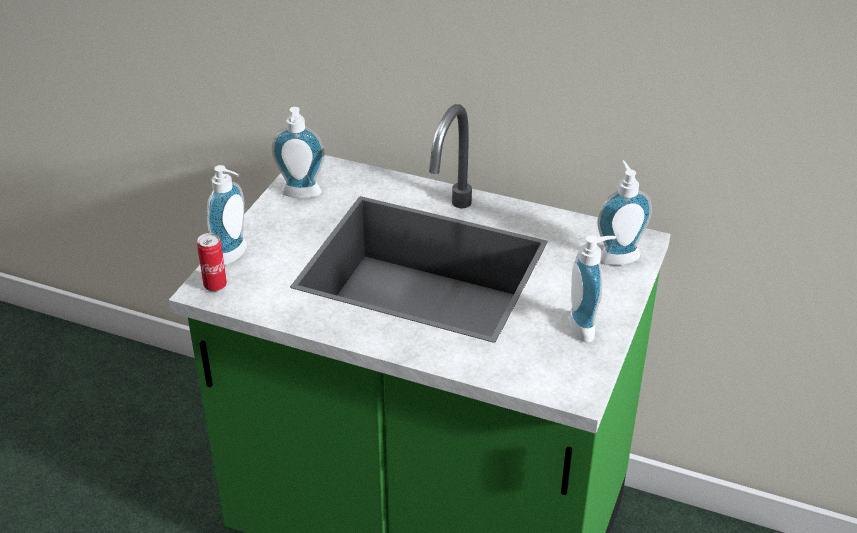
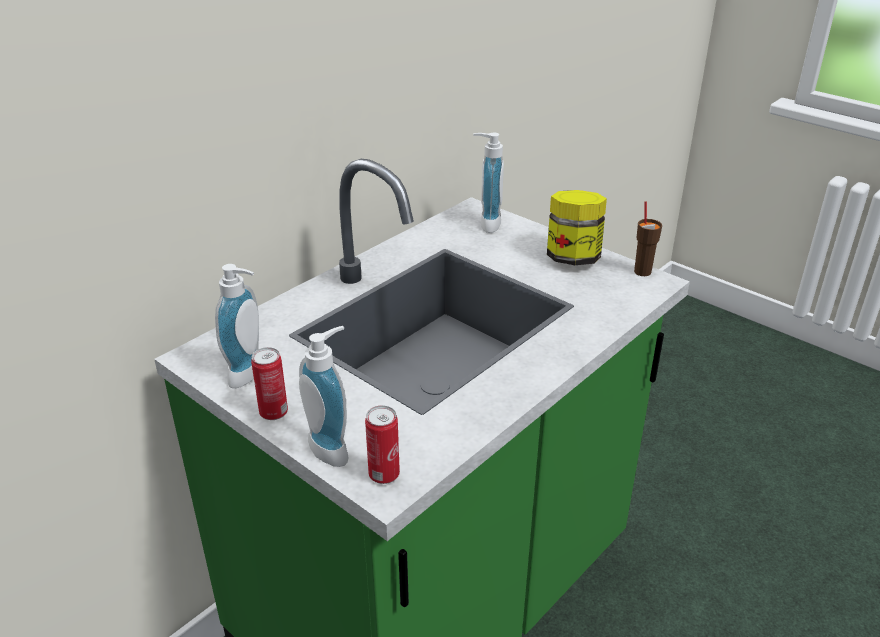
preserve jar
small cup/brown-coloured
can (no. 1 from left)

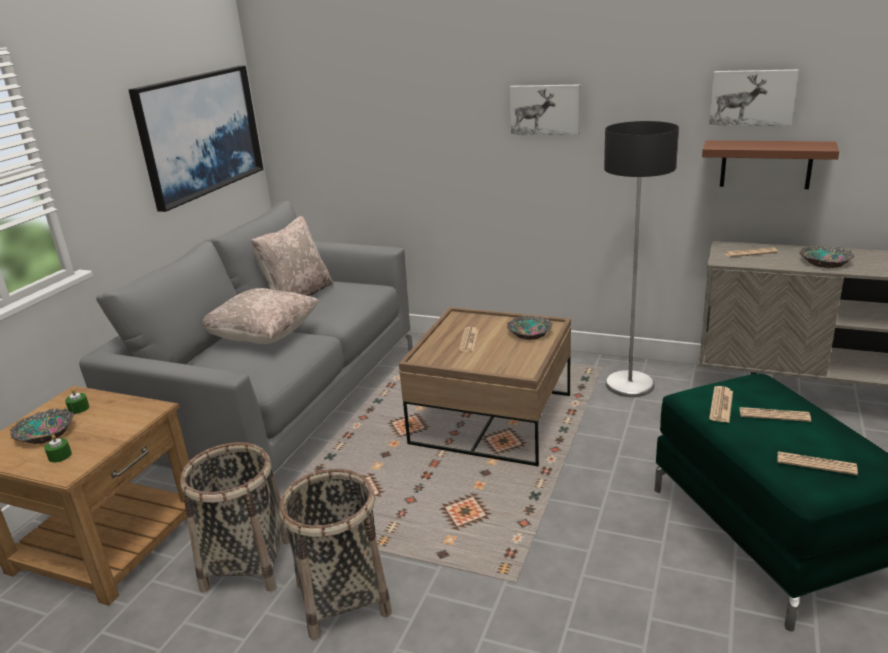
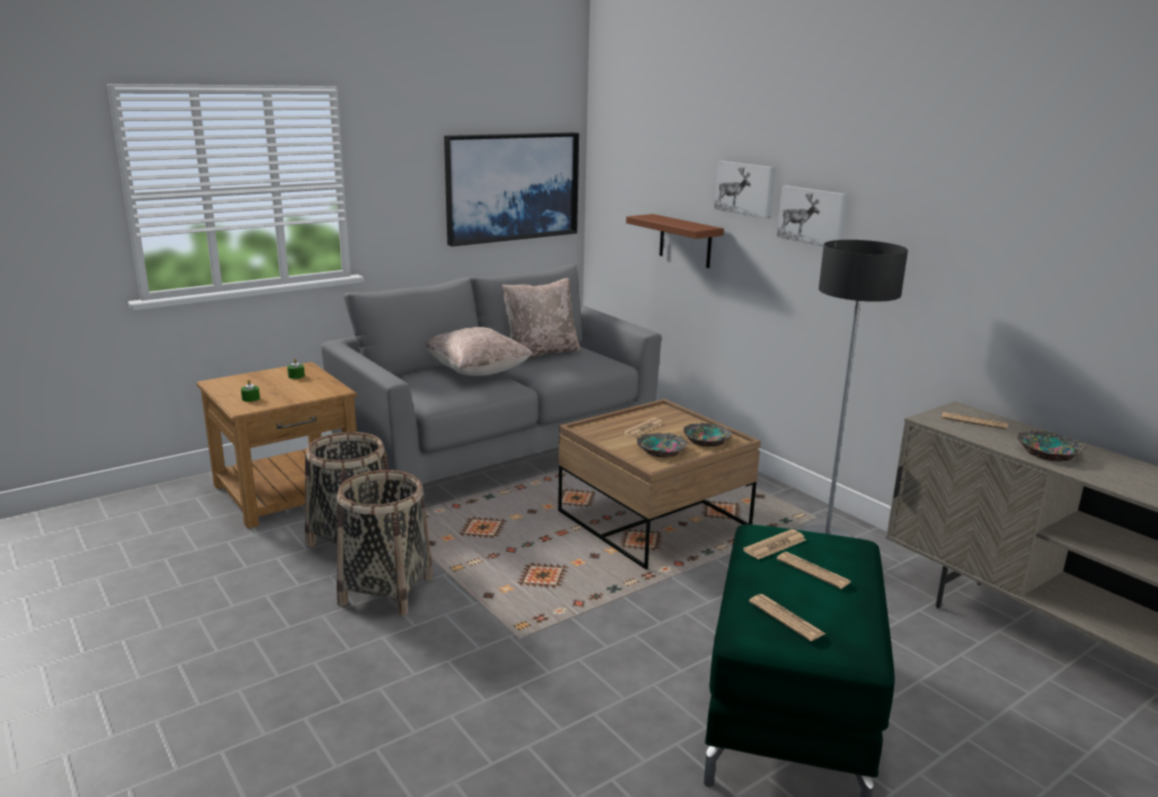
picture (no. 2 from left)
shelf/brown-coloured
deep dish (no. 1 from left)

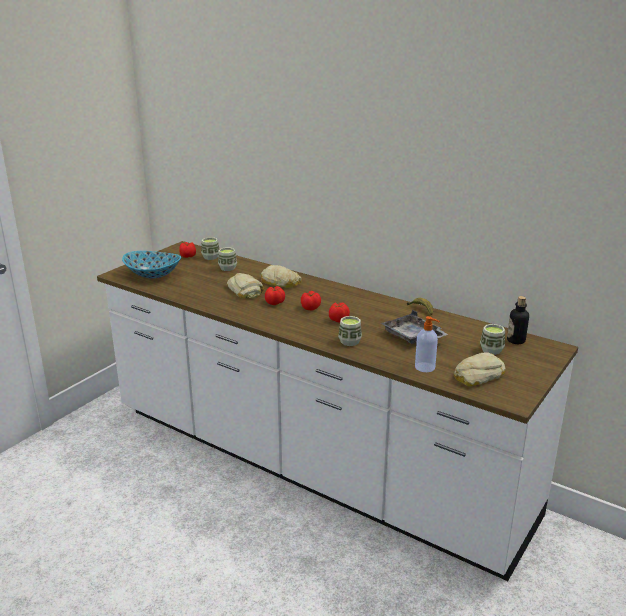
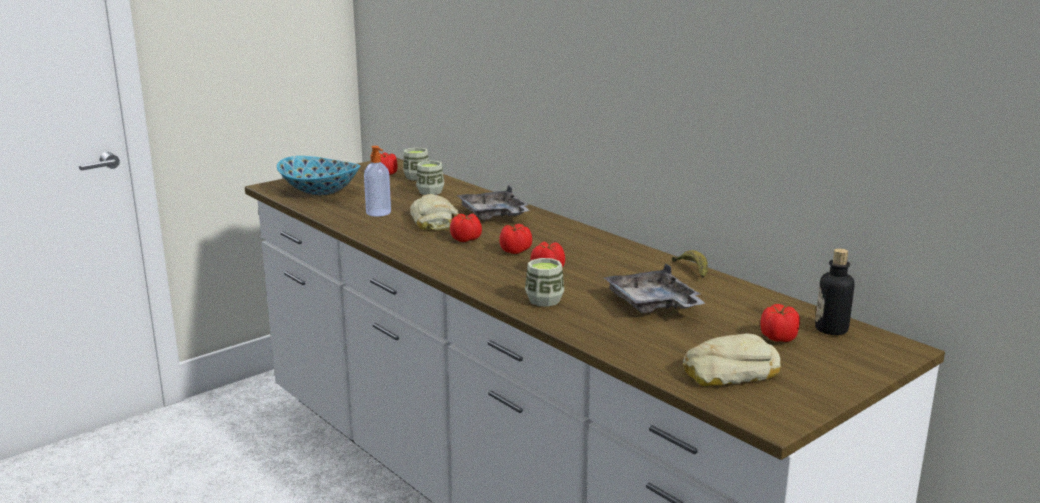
carrying tray/grey (no. 1 from left)
soap dispenser
whole tomato (no. 5 from left)

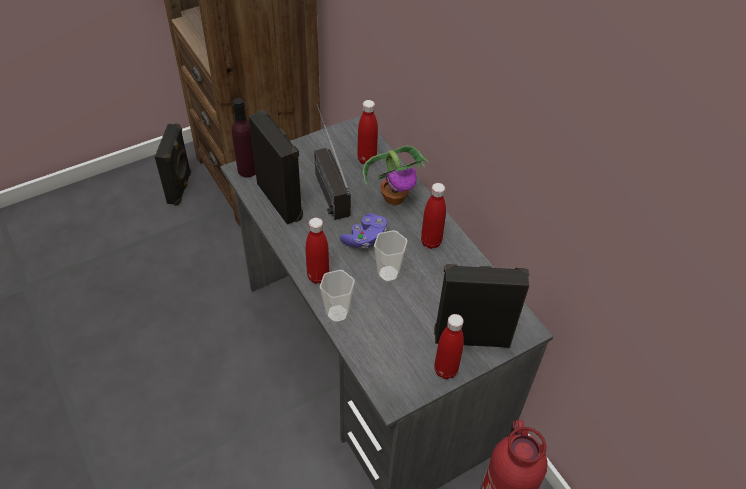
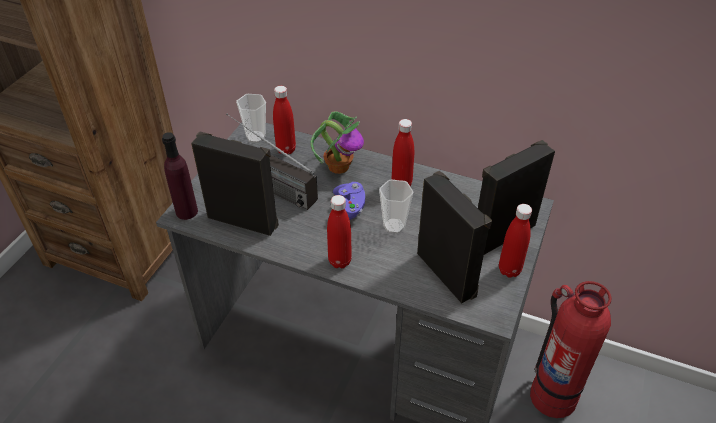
audio speaker/black (no. 2 from left)
small cup (no. 1 from left)

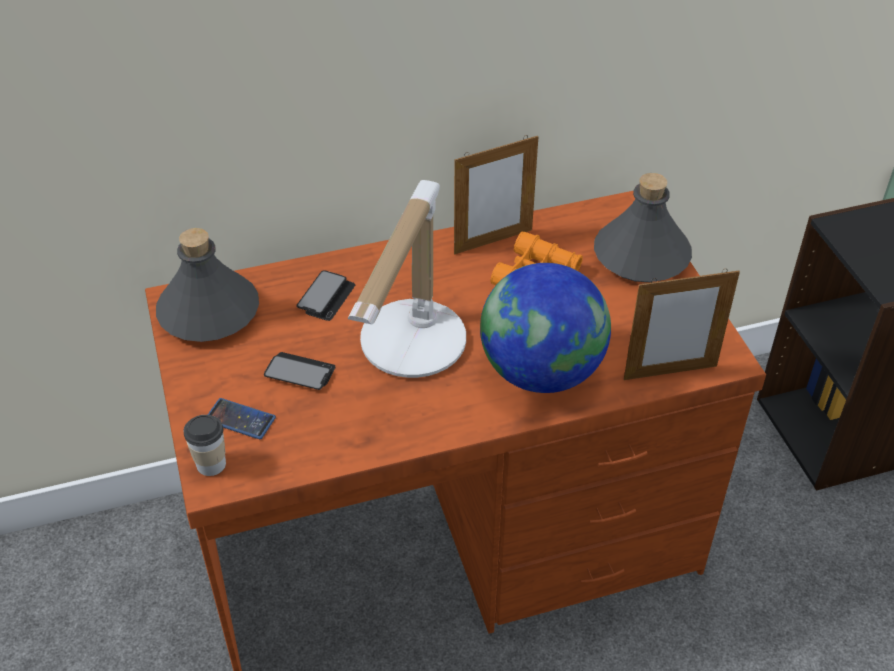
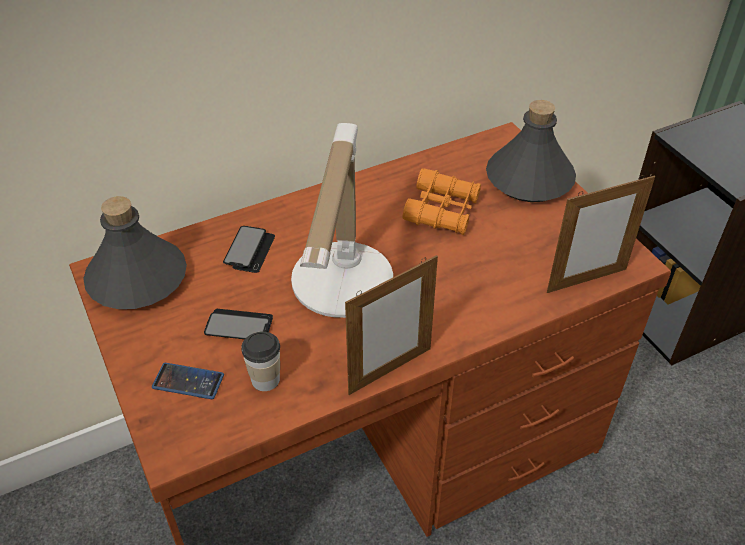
standing frame (no. 1 from left)
globe
small cup

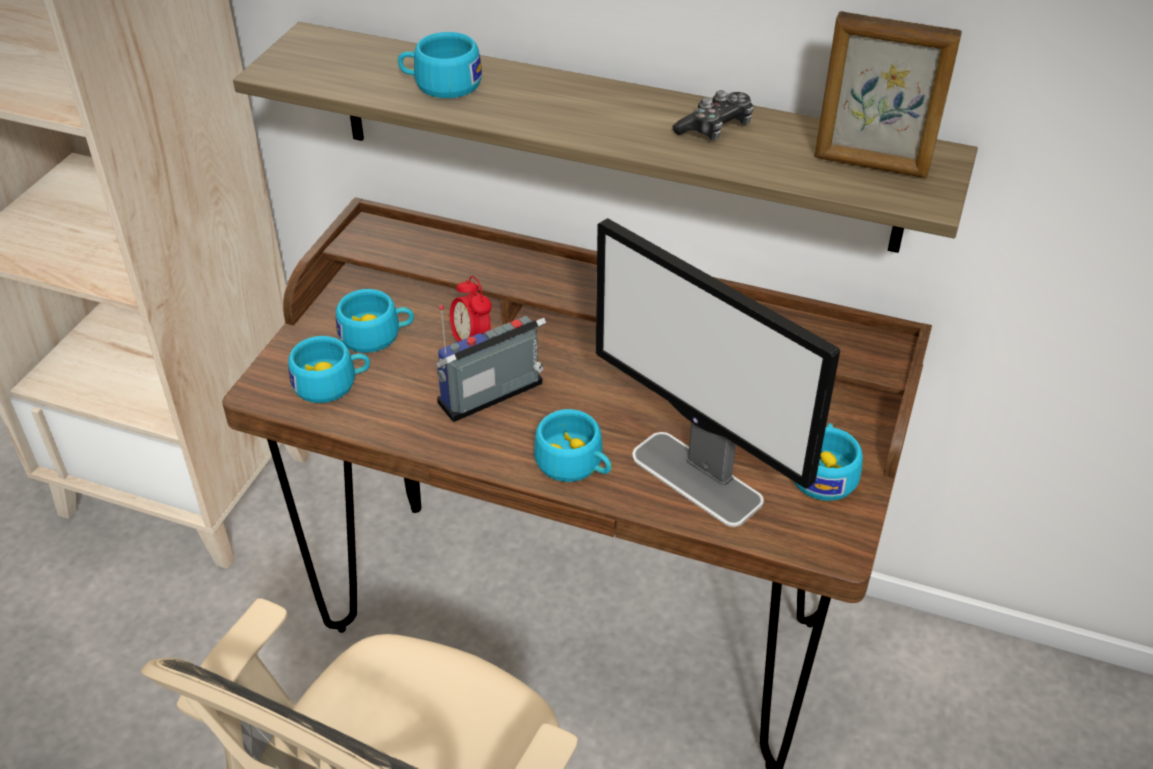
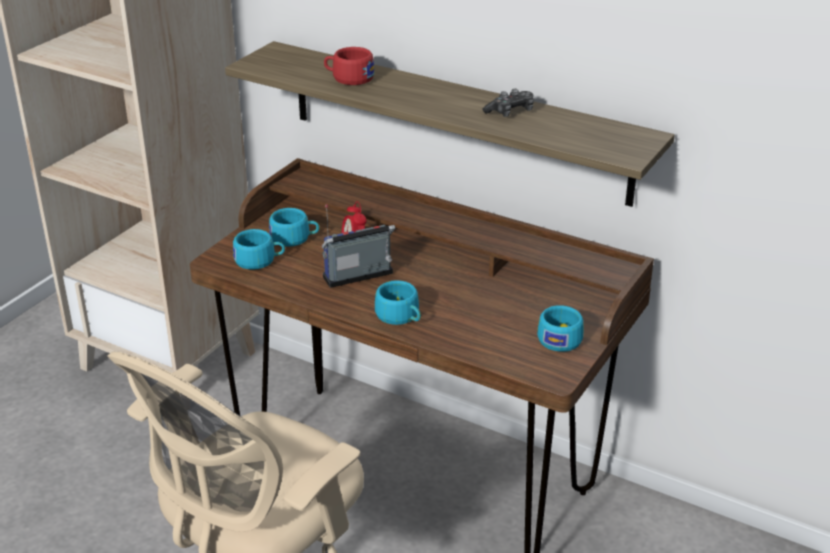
standing frame
small cup/red-coloured
computer screen

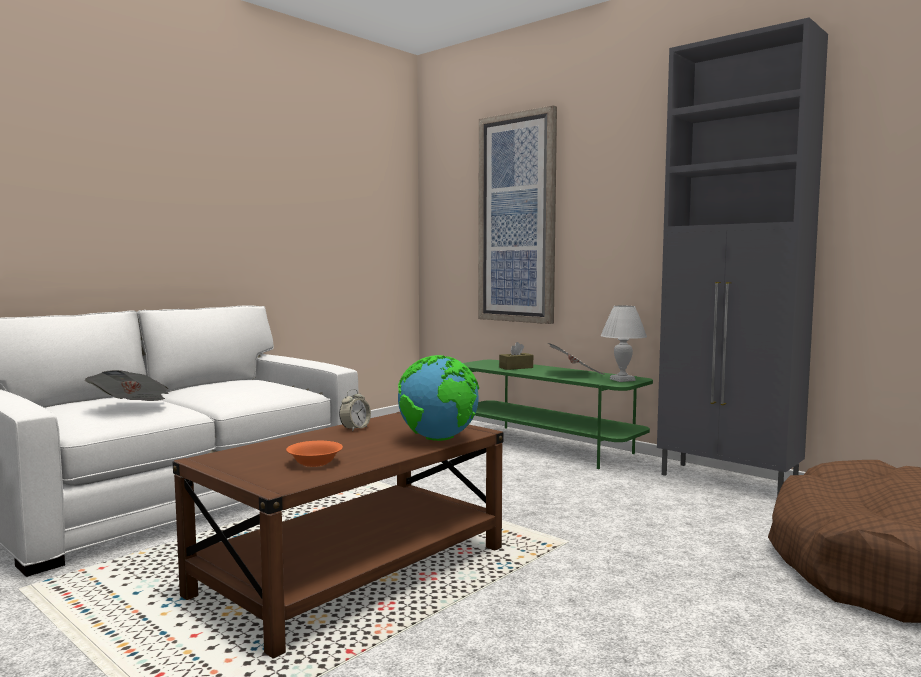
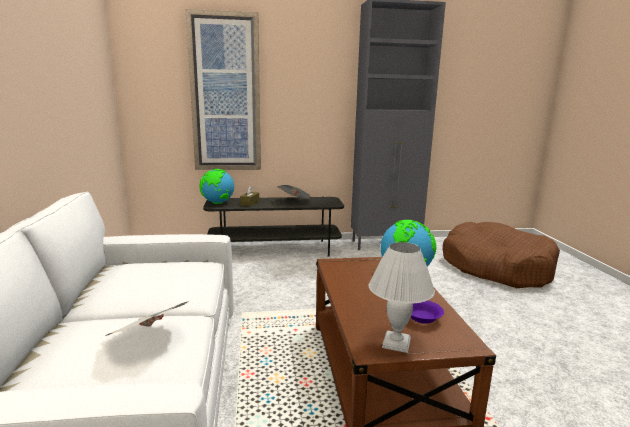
table lamp/white
media console/grey
alarm clock
deep dish/purple
globe (no. 1 from left)

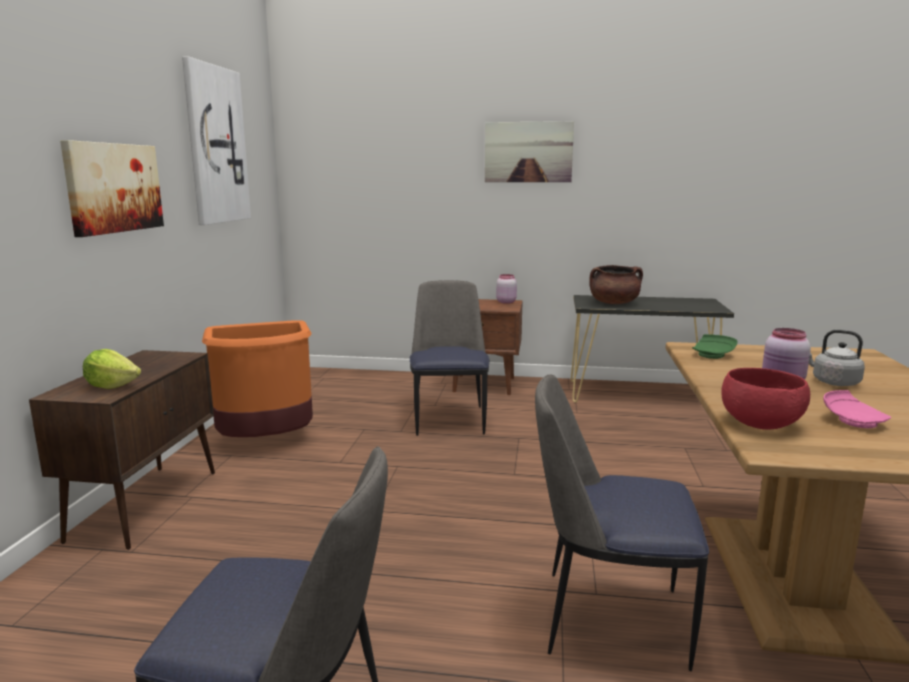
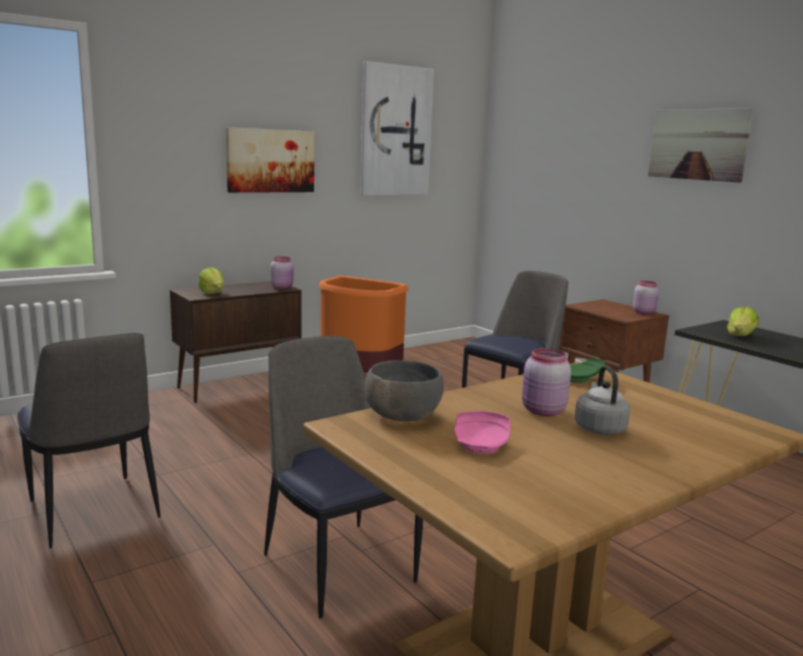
lettuce (no. 2 from left)
deep dish/grey
preserve jar/pinkish (no. 1 from left)

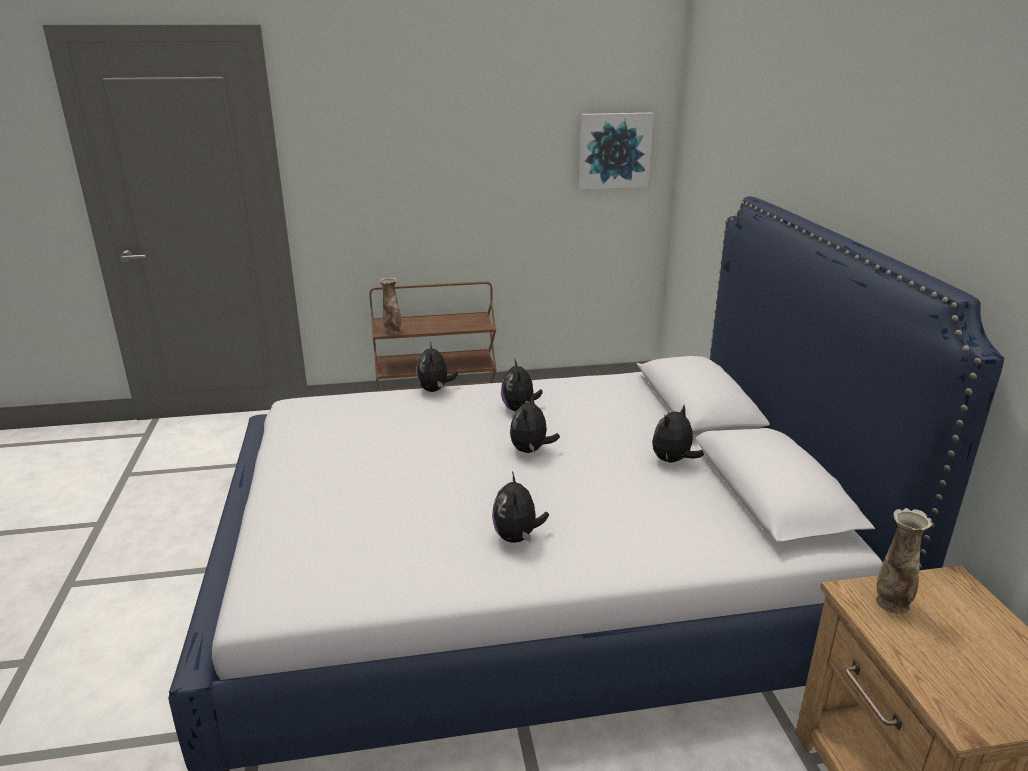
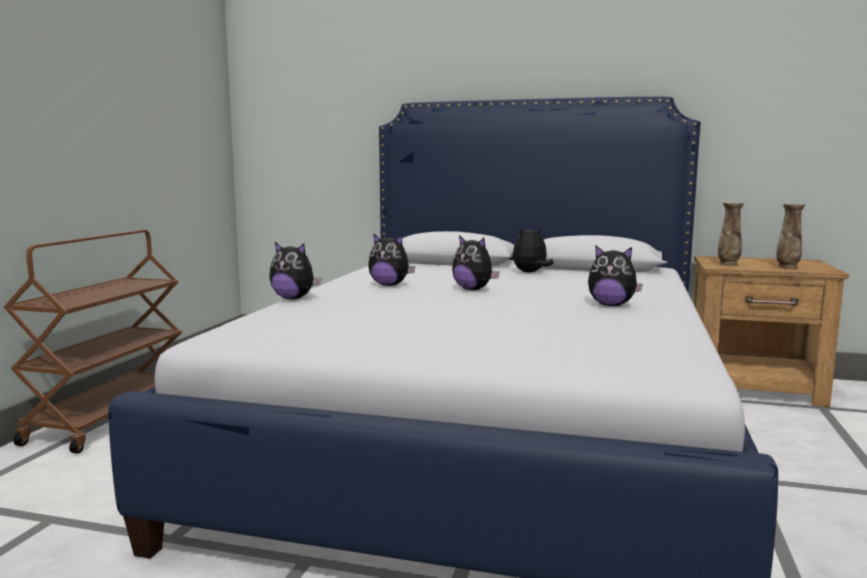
picture
flower vase (no. 2 from left)
plush toy (no. 4 from left)

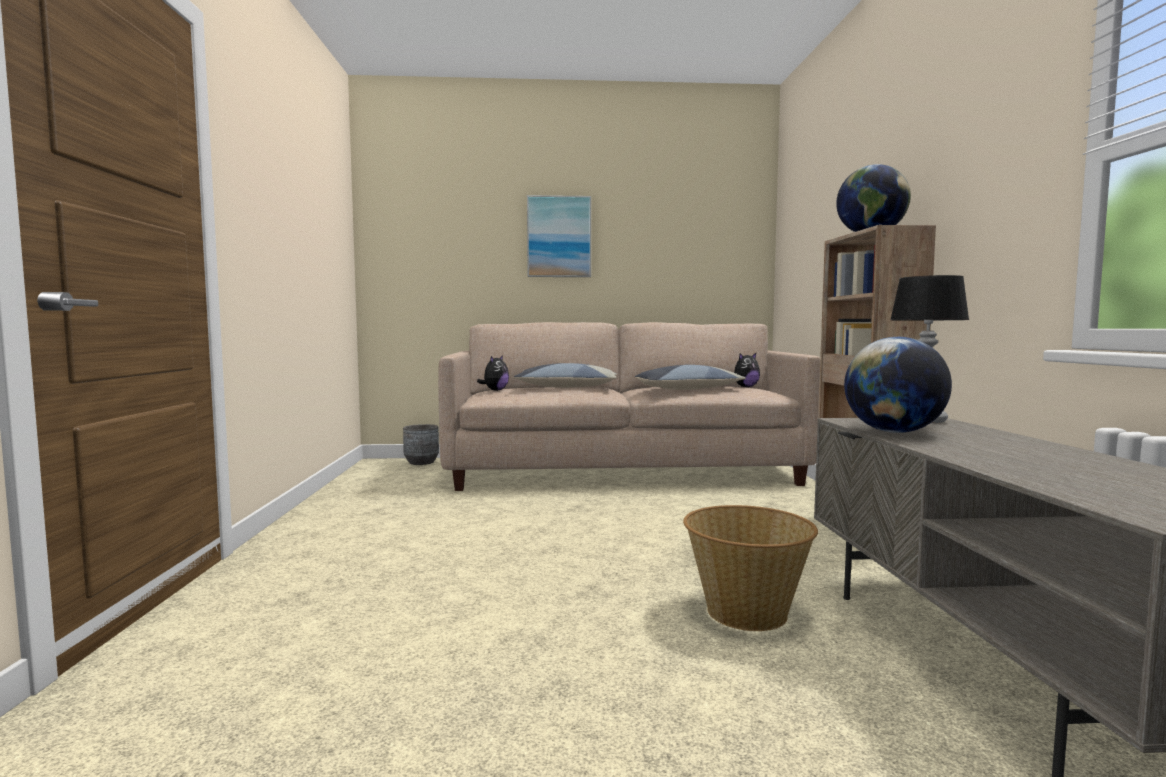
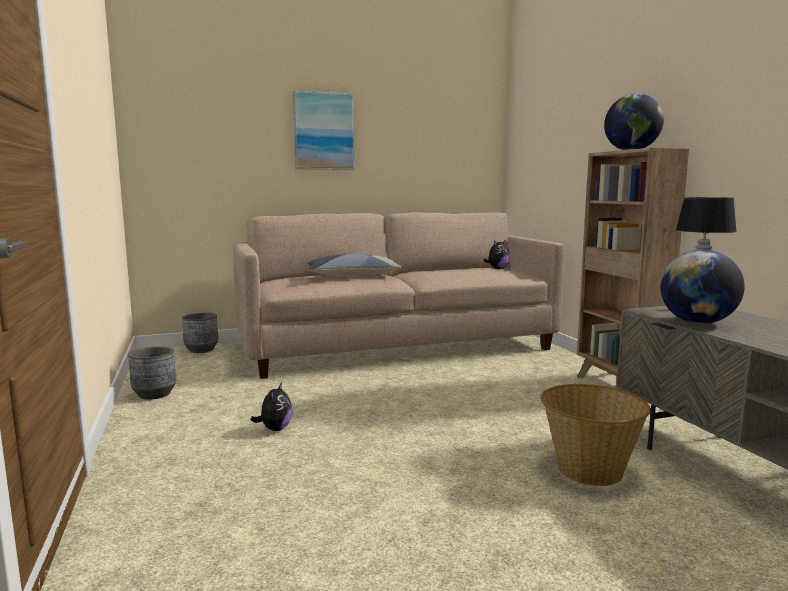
plush toy (no. 1 from left)
throw pillow (no. 2 from left in the first image)
plant pot/grey (no. 1 from left)

